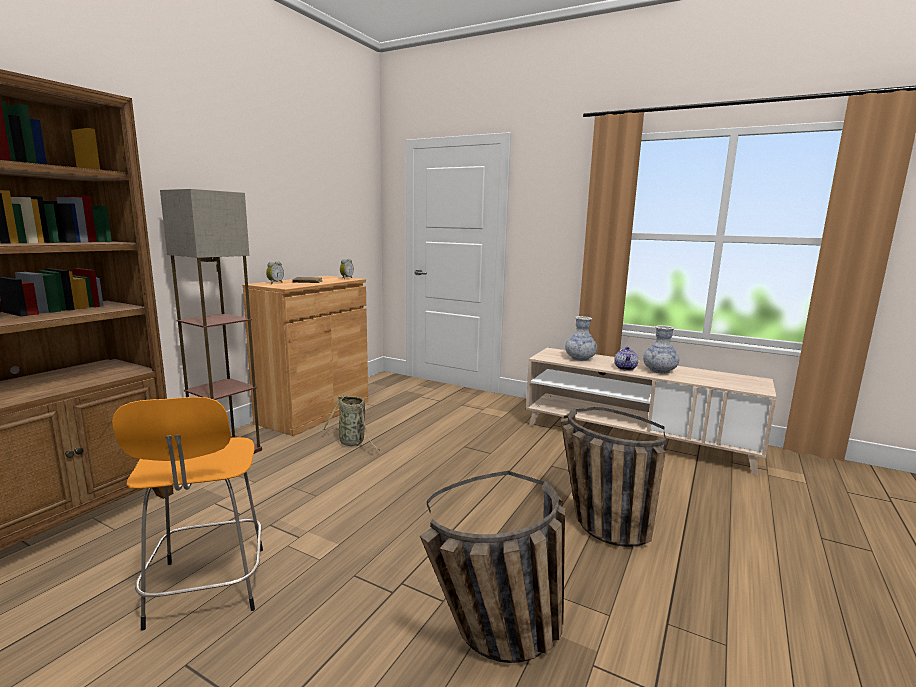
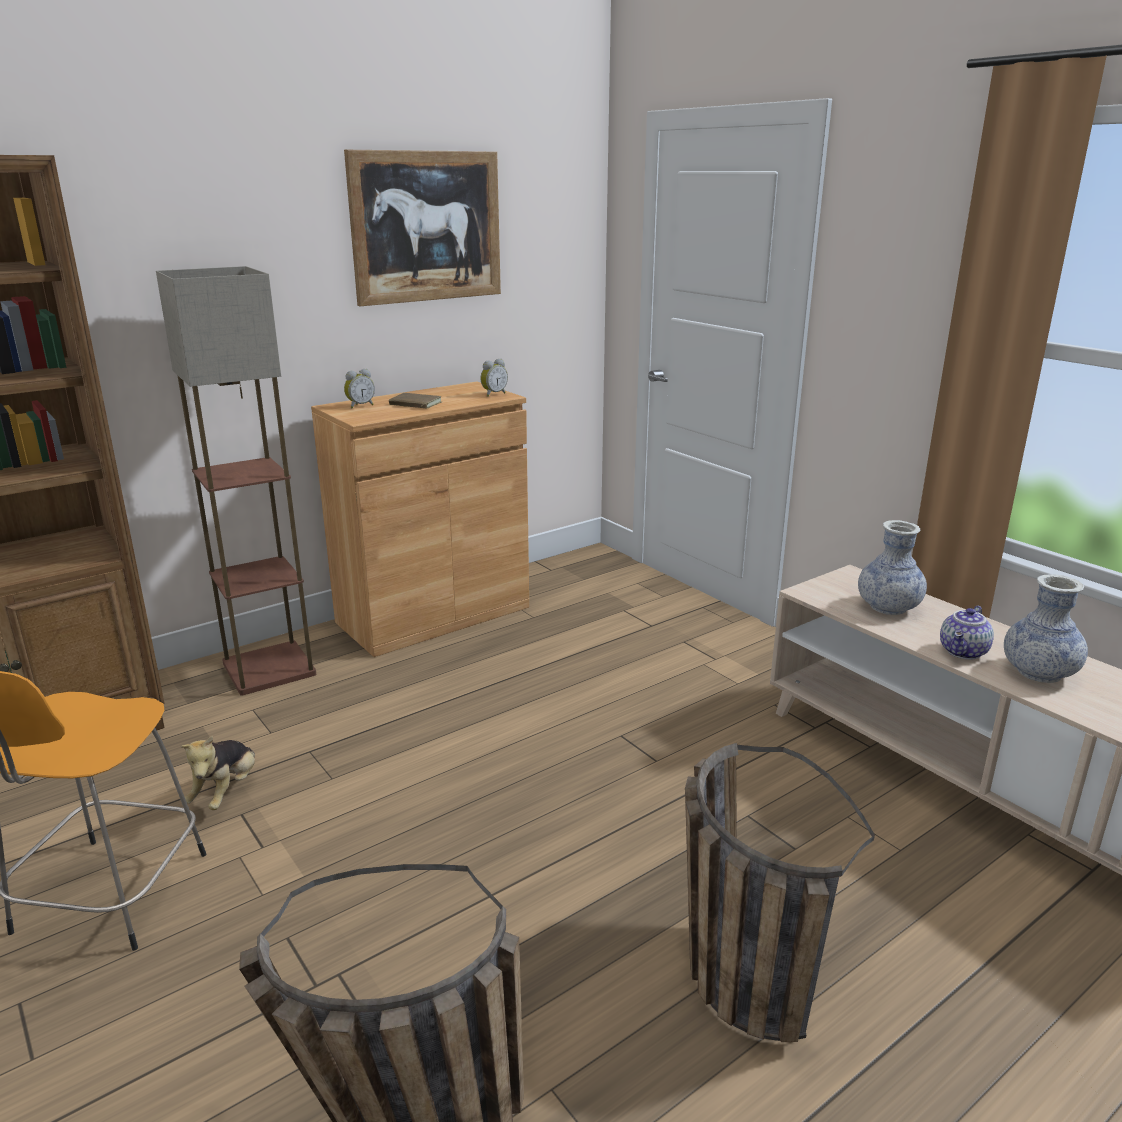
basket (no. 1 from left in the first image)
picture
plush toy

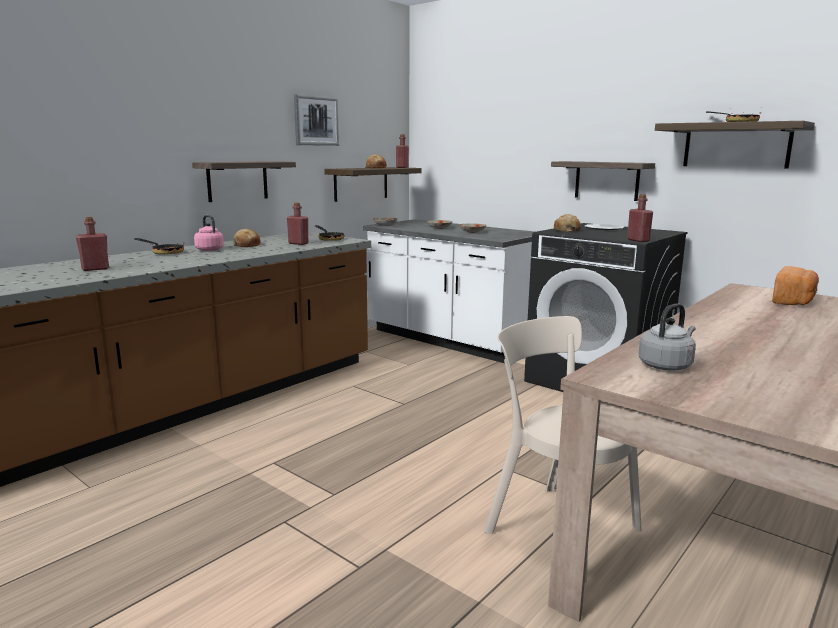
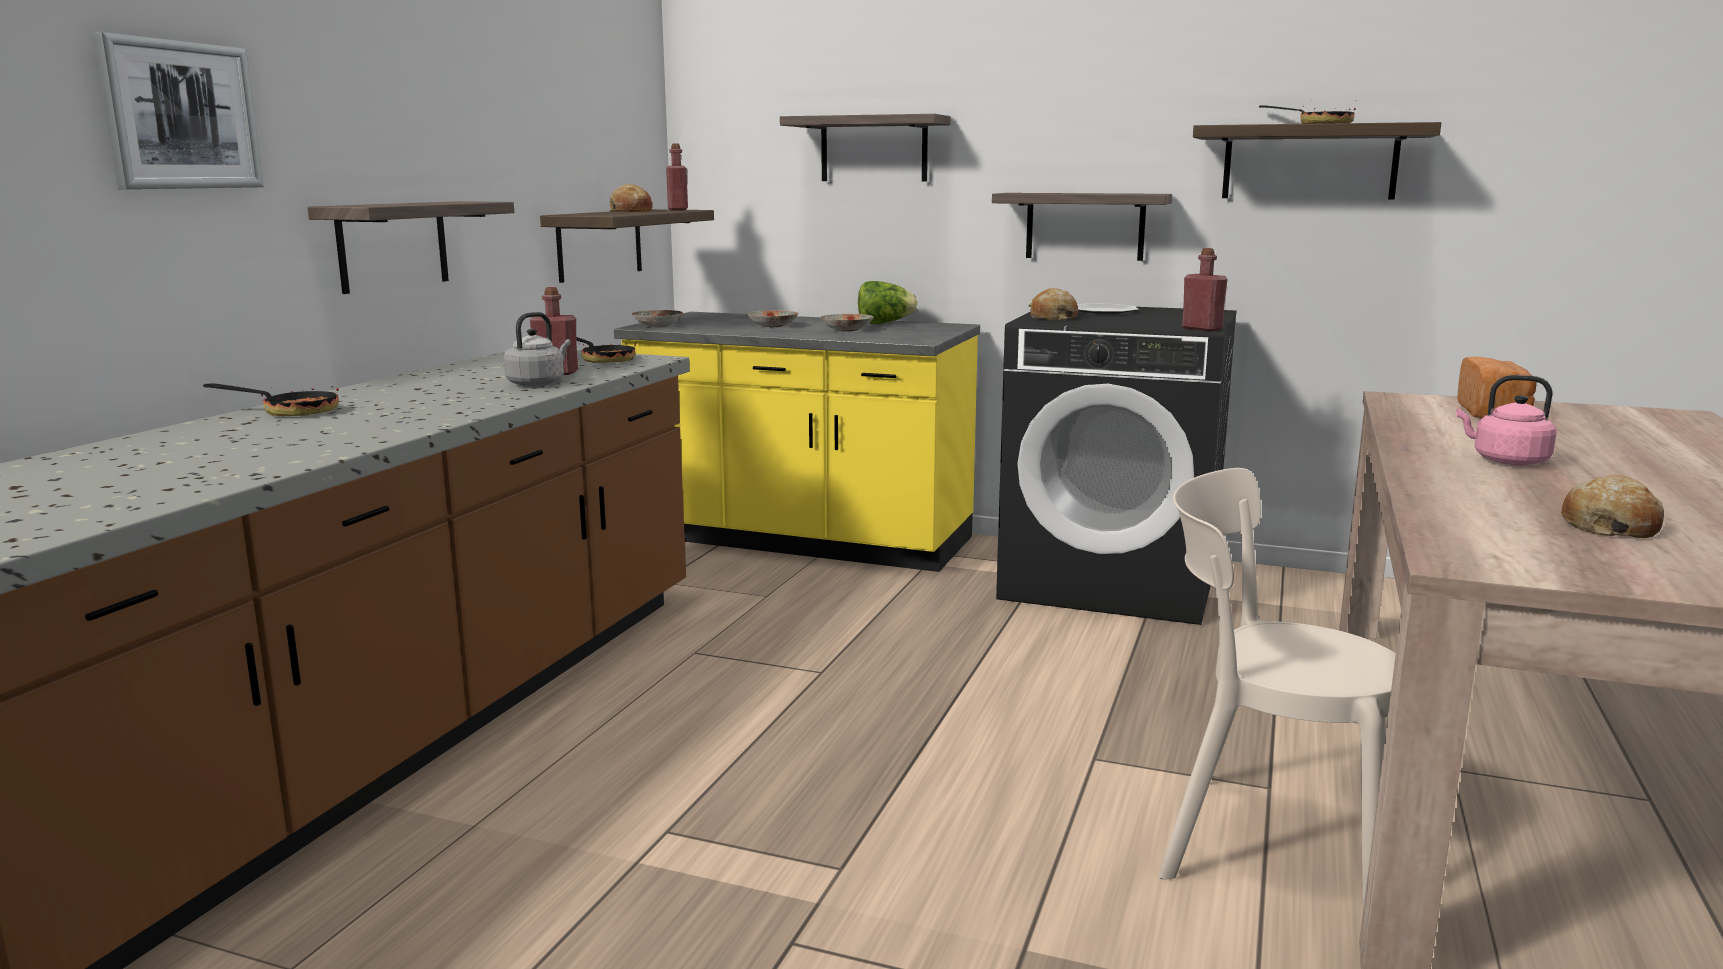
picture
kettle/pinkish
bottle/red-coloured (no. 1 from left in the first image)
kitchen counter/yellowish
bread (no. 4 from left)
kettle/grey
shelf (no. 3 from left)
lettuce

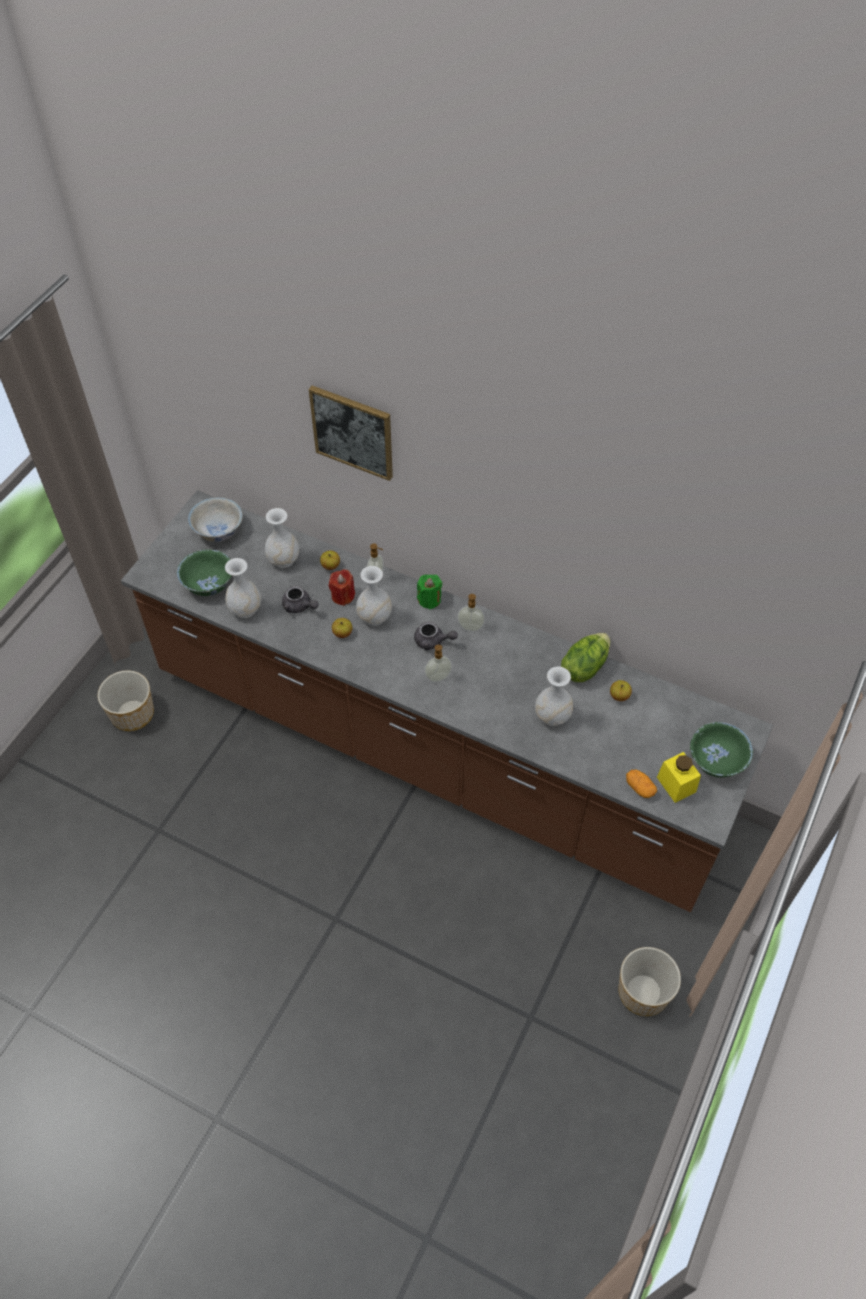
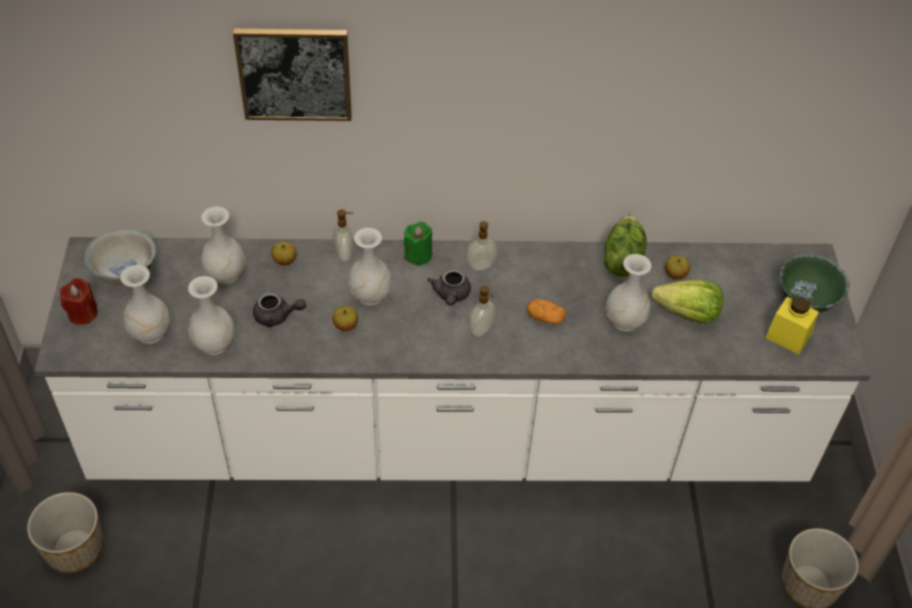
kitchen counter/white
flower vase/white (no. 1 from left)
wax light/red-coloured
tea pot/grey (no. 2 from left)
spud
lettuce (no. 2 from left)

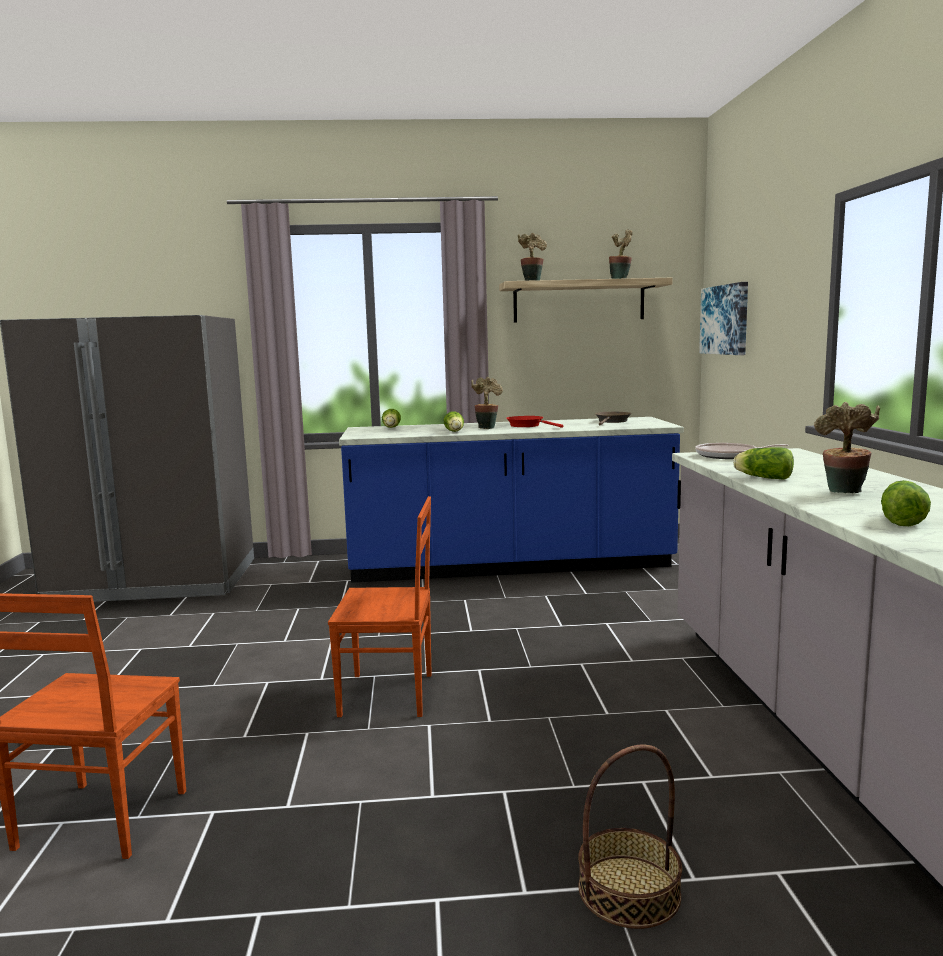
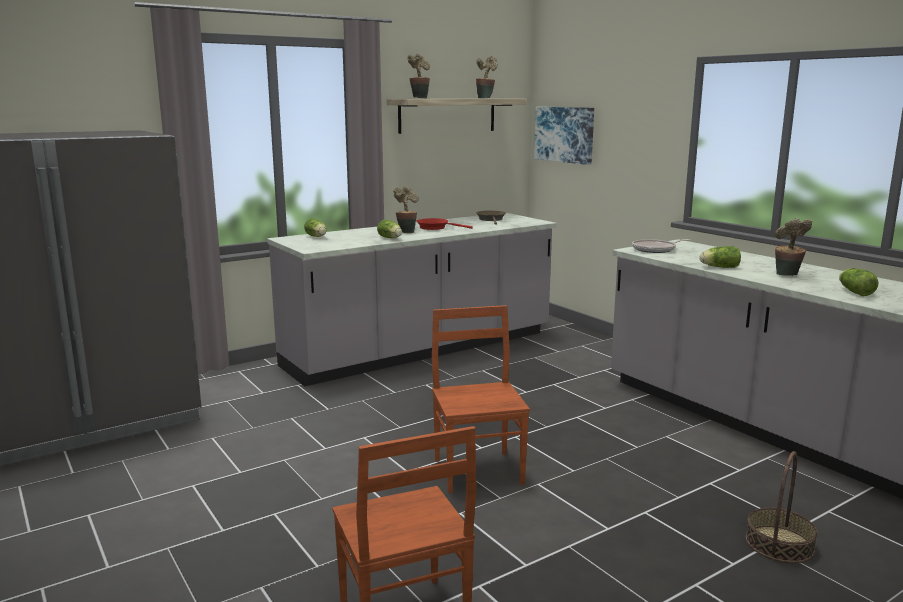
kitchen counter/grey (no. 1 from left)
upright chair/brown-coloured (no. 2 from left)

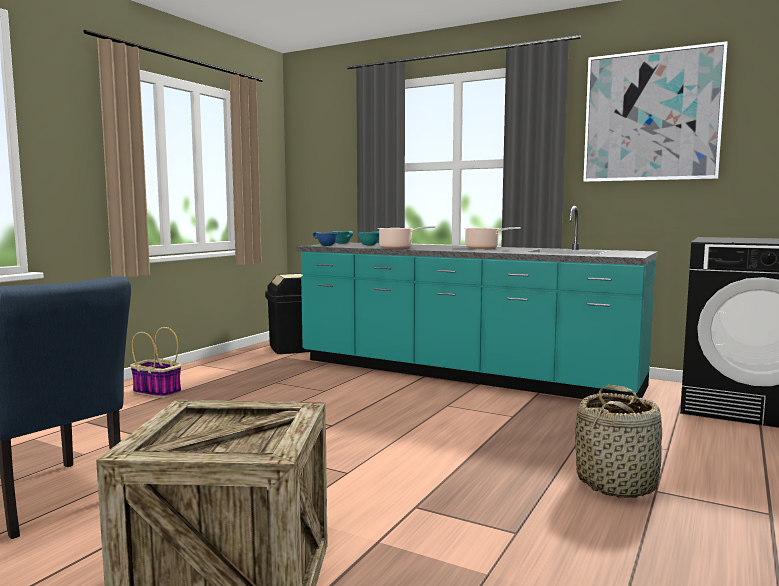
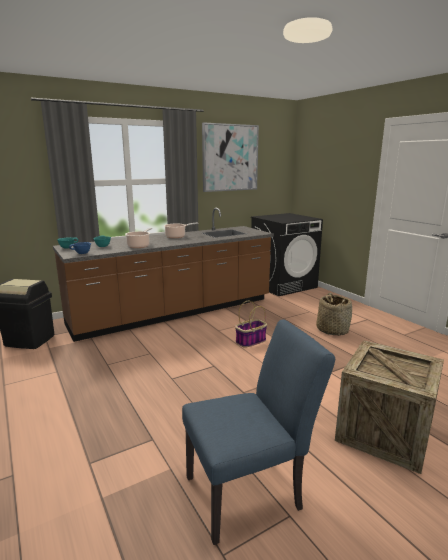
kitchen counter/brown-coloured
basket (no. 1 from left)

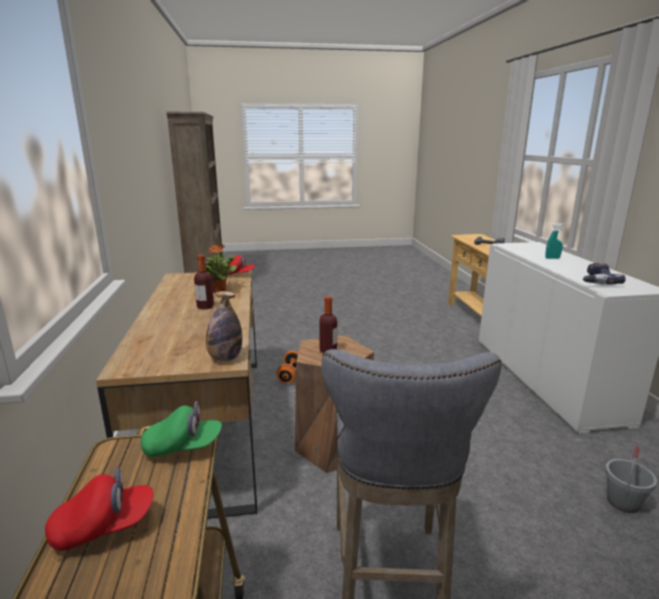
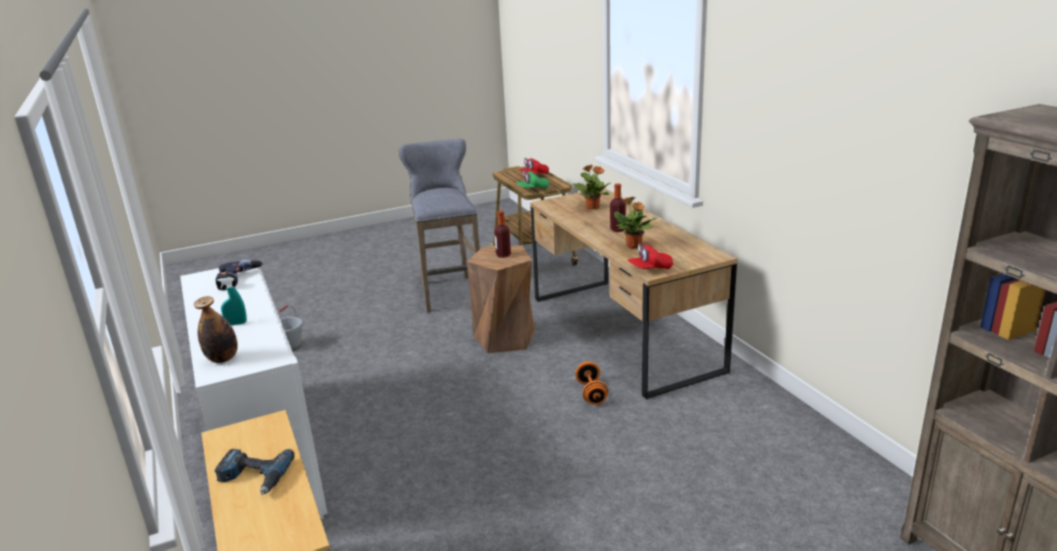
bottle (no. 1 from left)
plant in a pot (no. 1 from left)

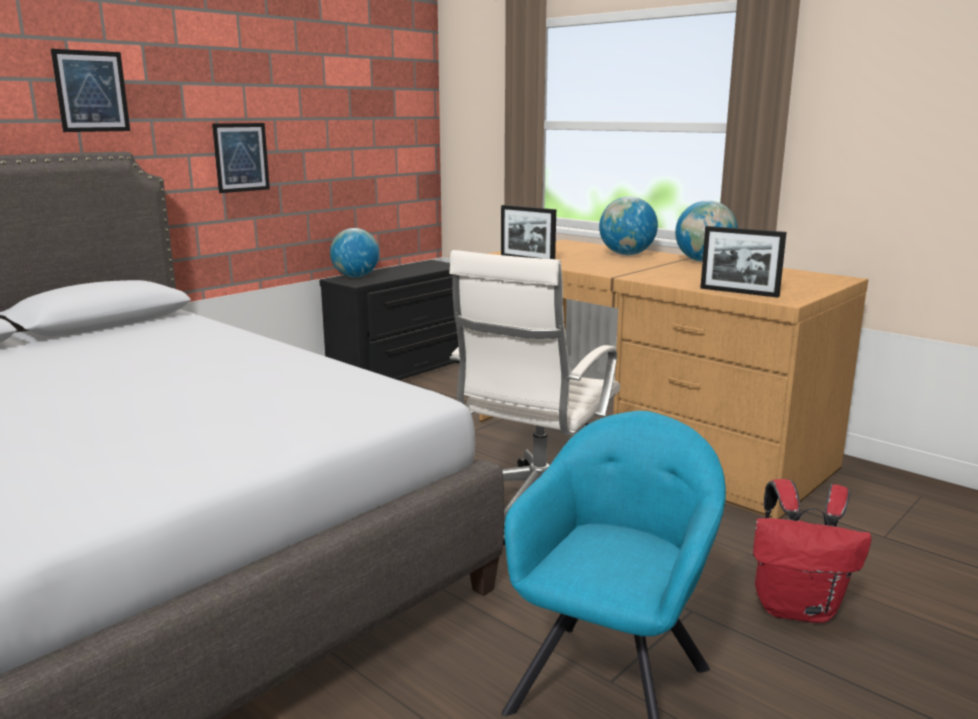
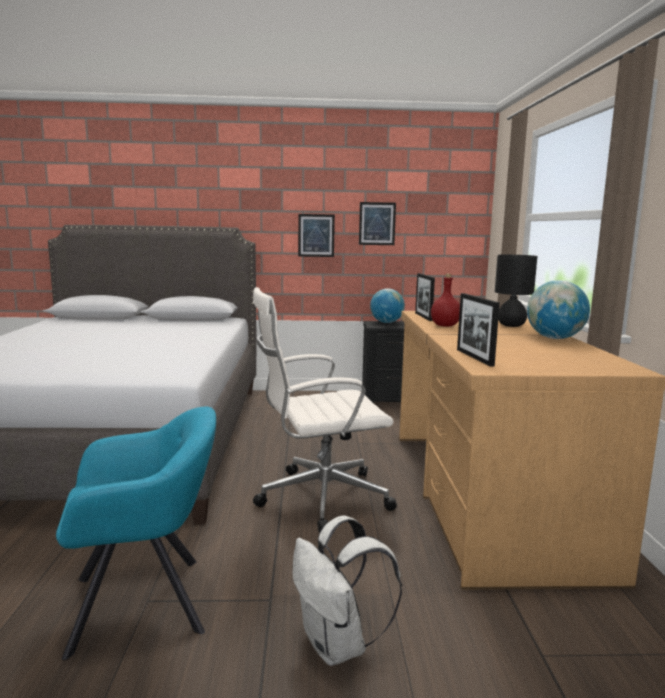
picture (no. 2 from left)
table lamp/black
rucksack/white
bottle/red-coloured

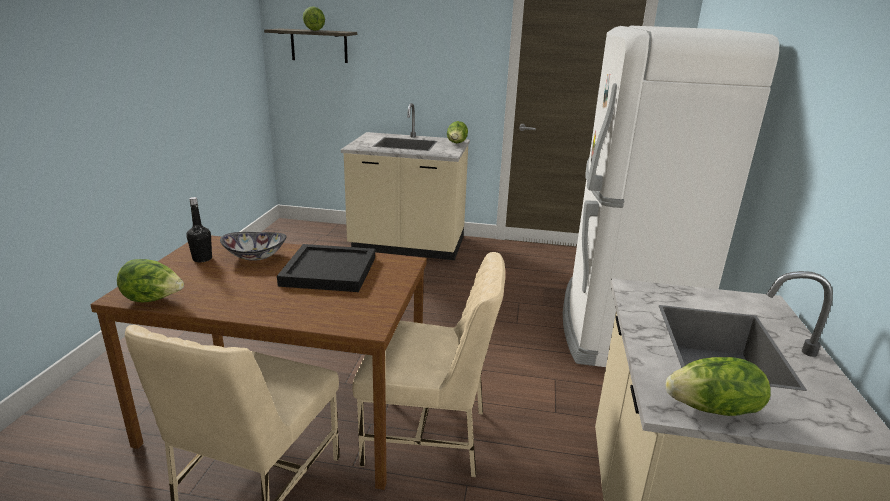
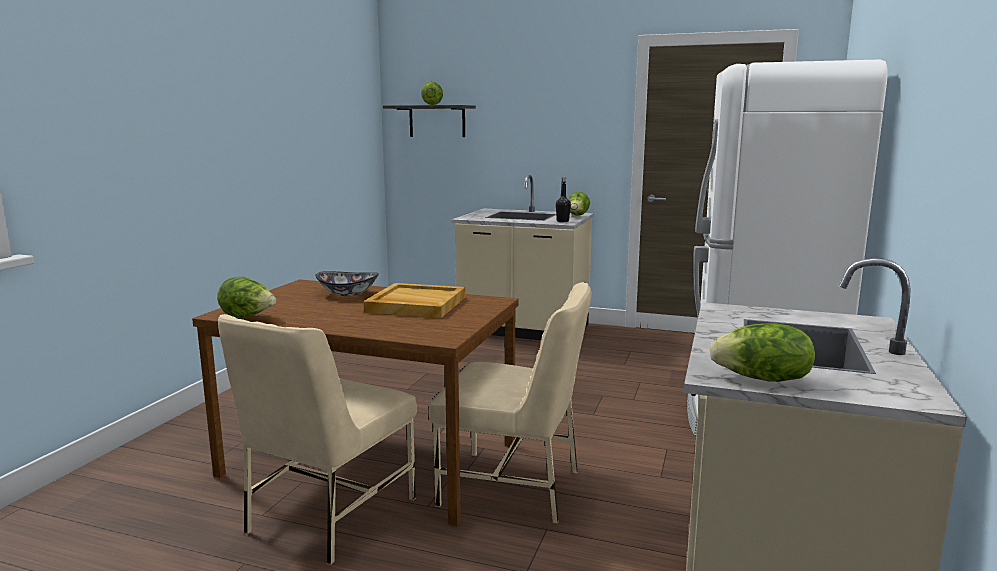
bottle/black
carrying tray/beige-coloured

